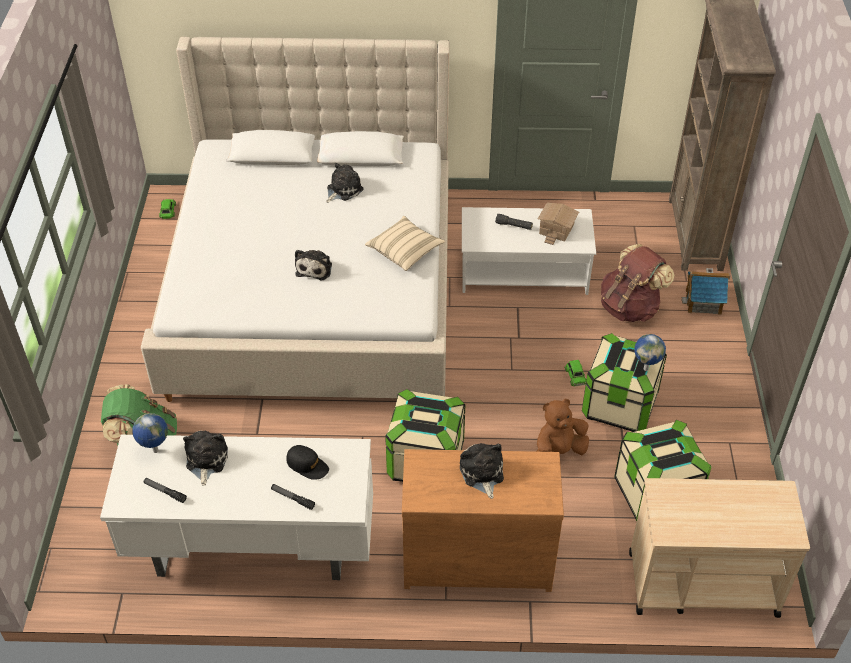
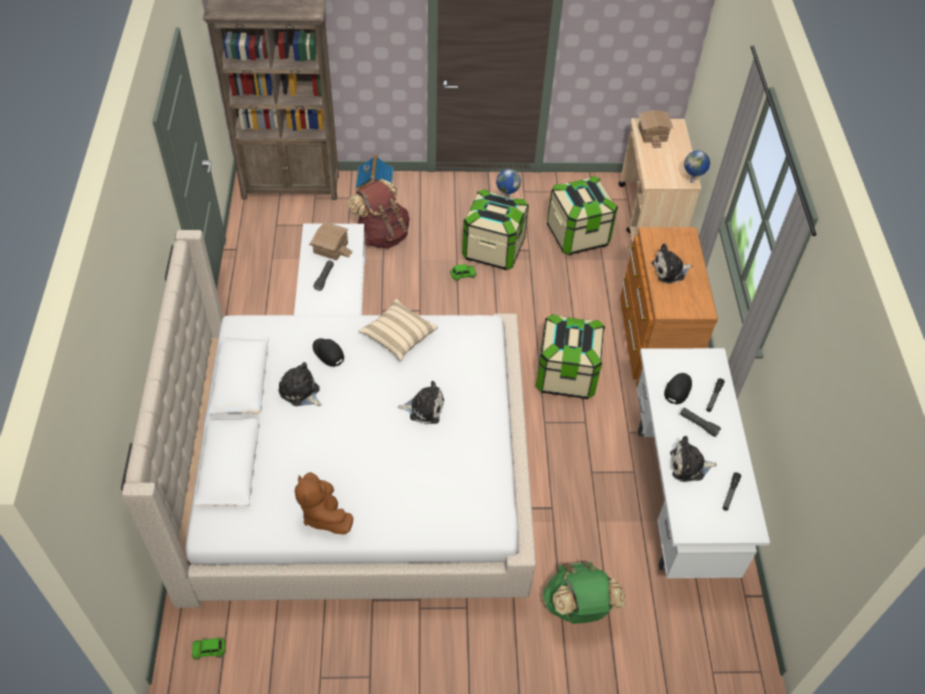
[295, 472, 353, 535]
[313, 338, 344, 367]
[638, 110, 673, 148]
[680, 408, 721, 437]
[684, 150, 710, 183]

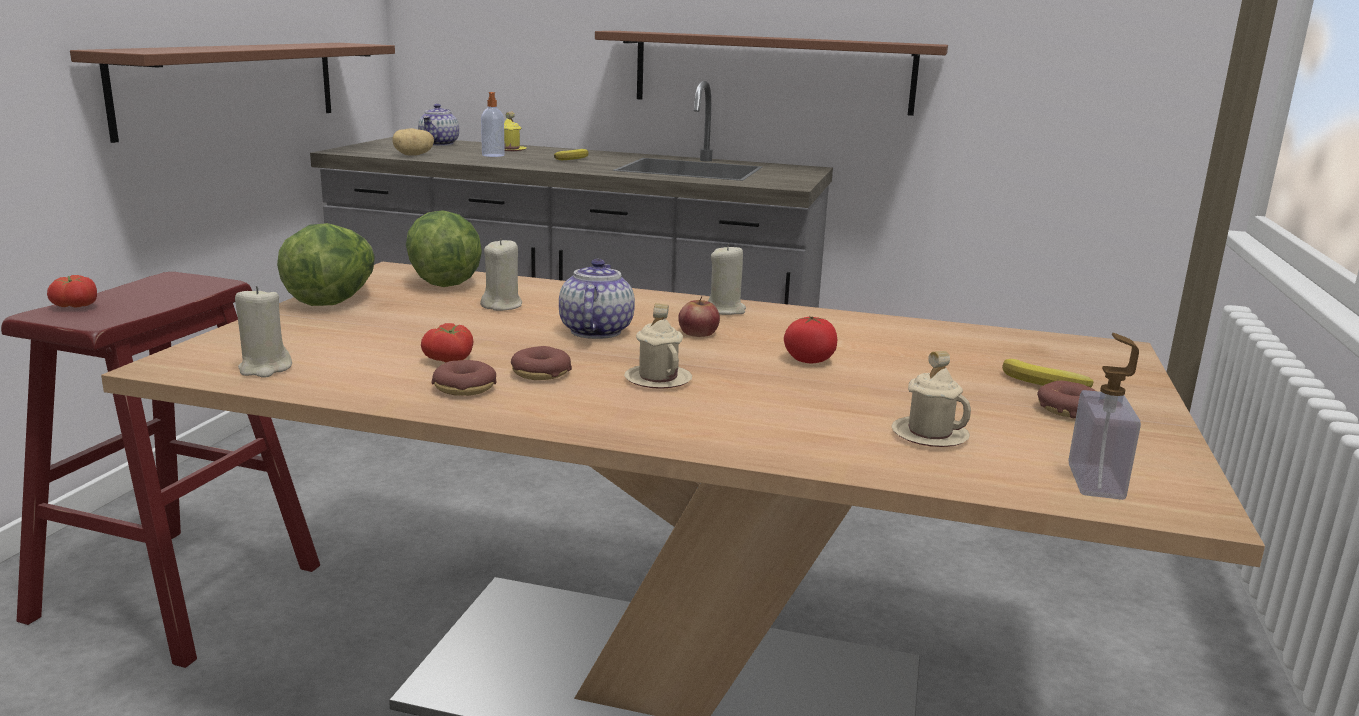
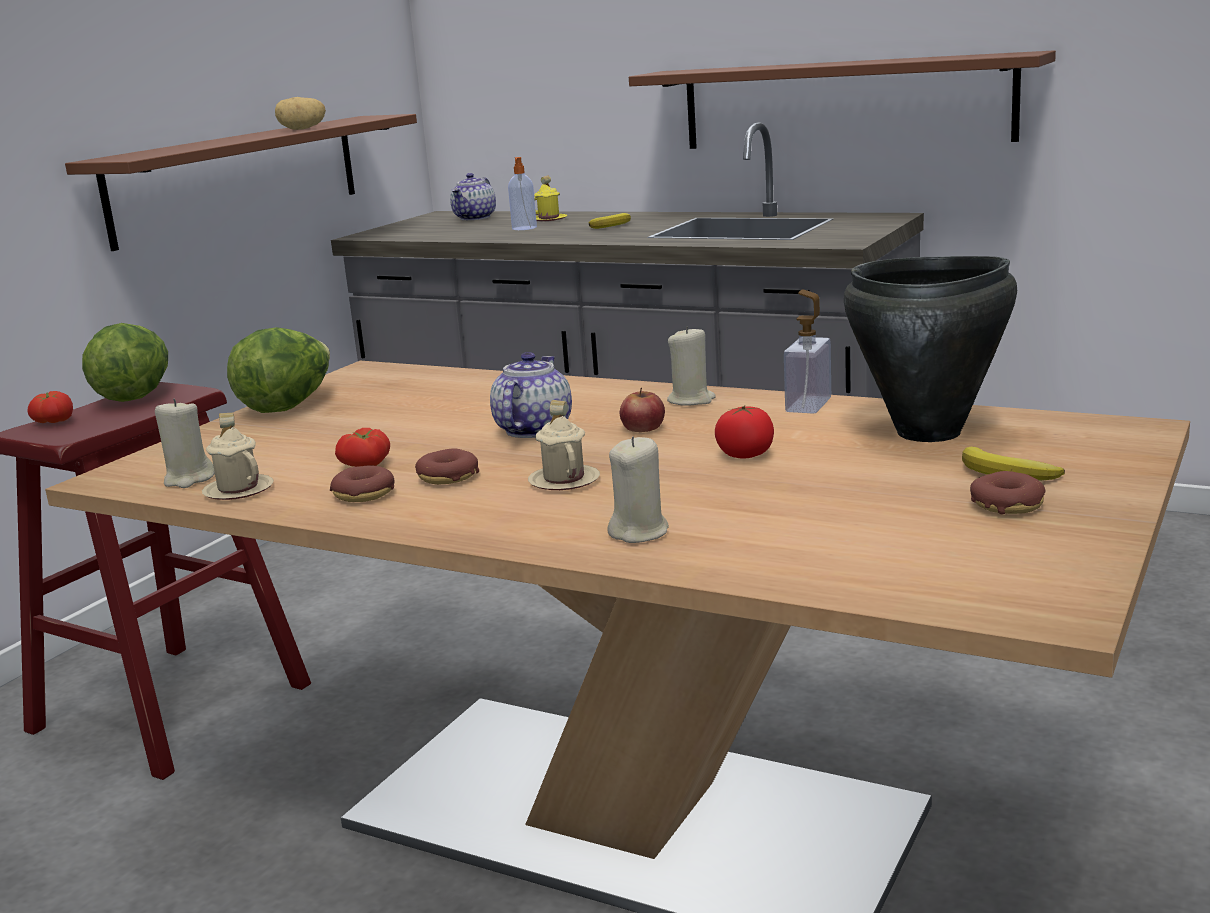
[82, 323, 168, 402]
[202, 413, 274, 500]
[275, 97, 326, 130]
[607, 436, 669, 543]
[784, 289, 831, 414]
[844, 256, 1017, 442]

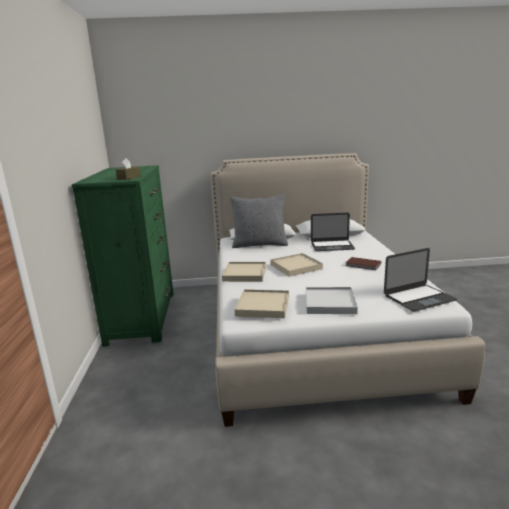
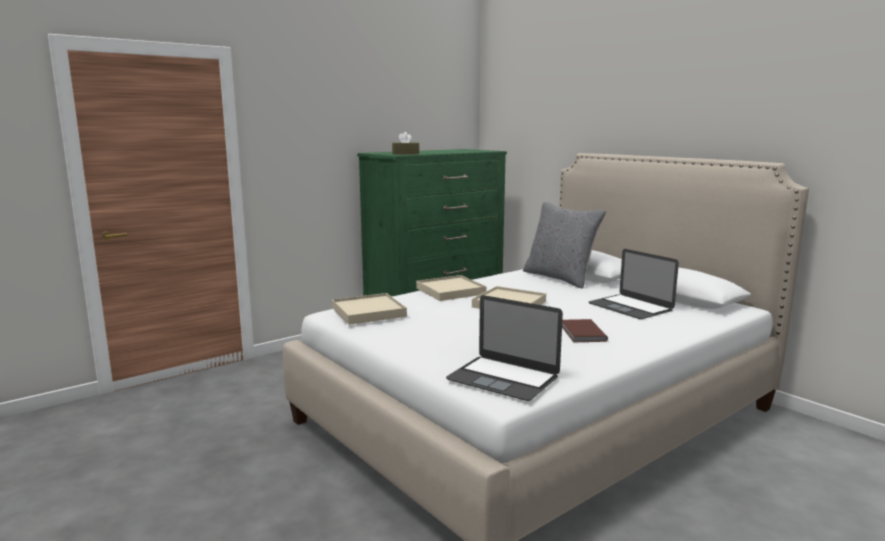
[306, 287, 358, 314] (first image)

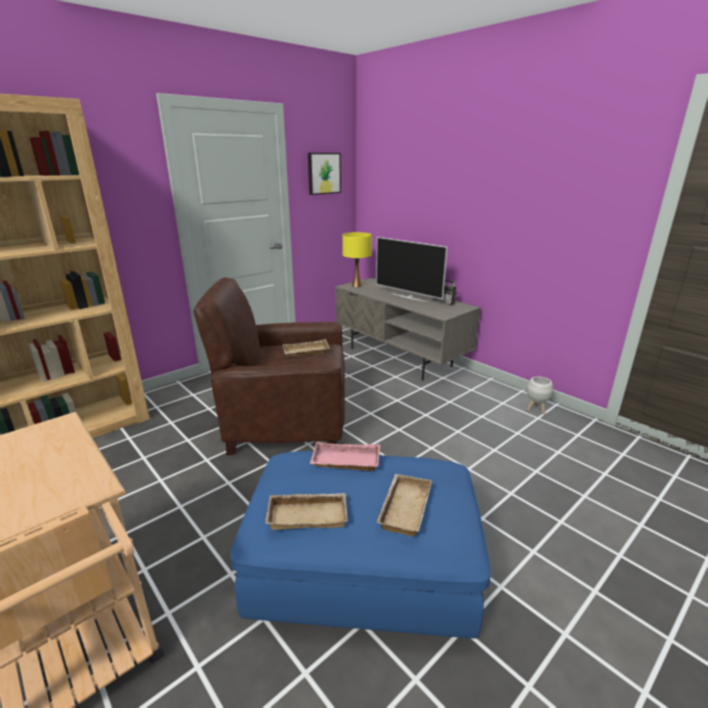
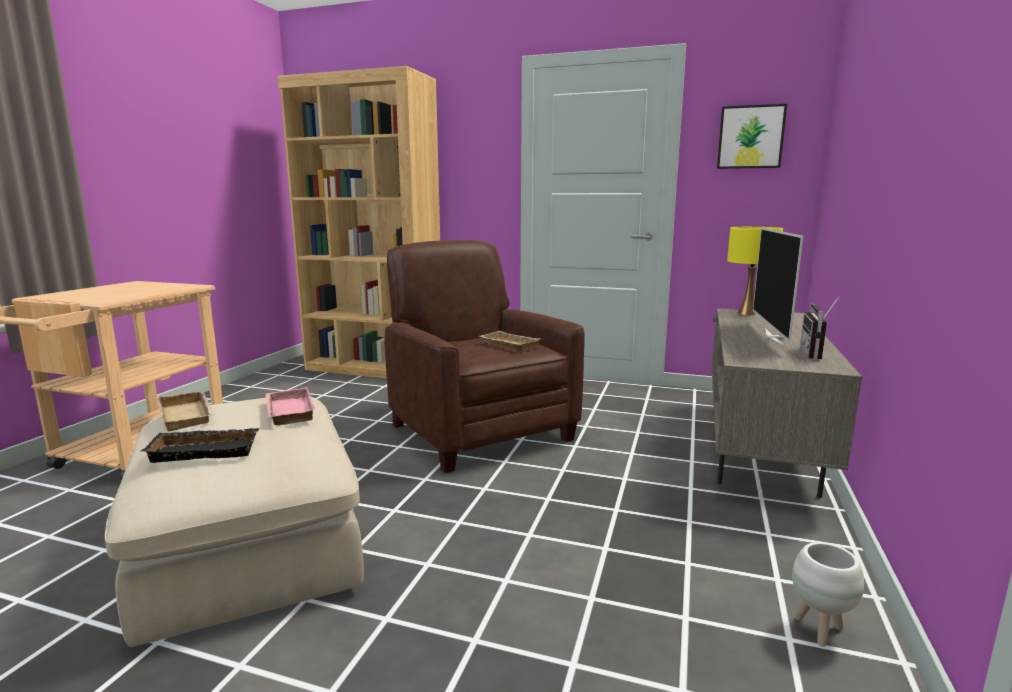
[105, 397, 364, 647]
[141, 428, 260, 463]

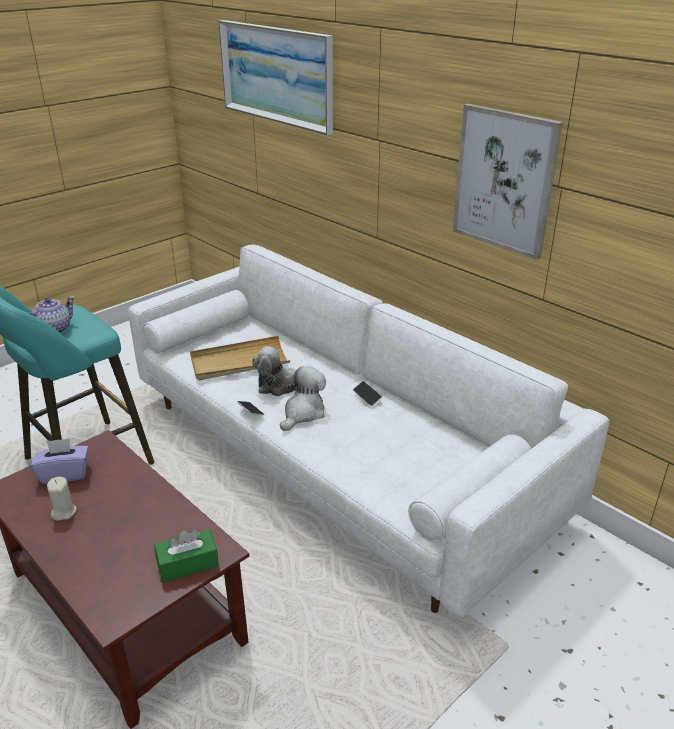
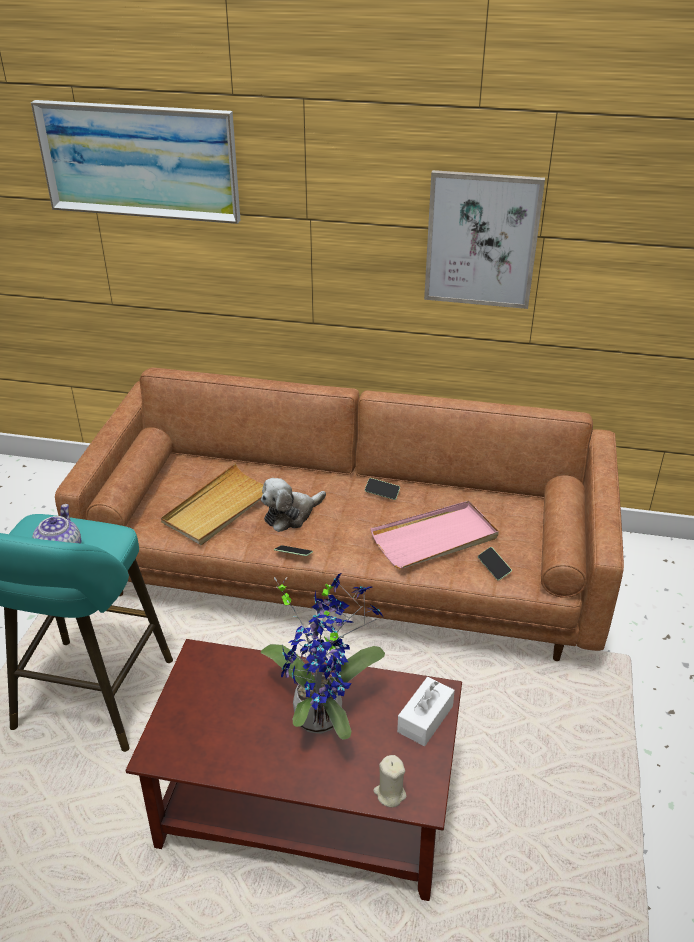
[55, 367, 624, 661]
[261, 573, 385, 740]
[370, 501, 499, 569]
[373, 755, 407, 807]
[397, 677, 455, 746]
[478, 547, 512, 581]
[31, 438, 89, 484] (first image)
[280, 366, 326, 431] (first image)

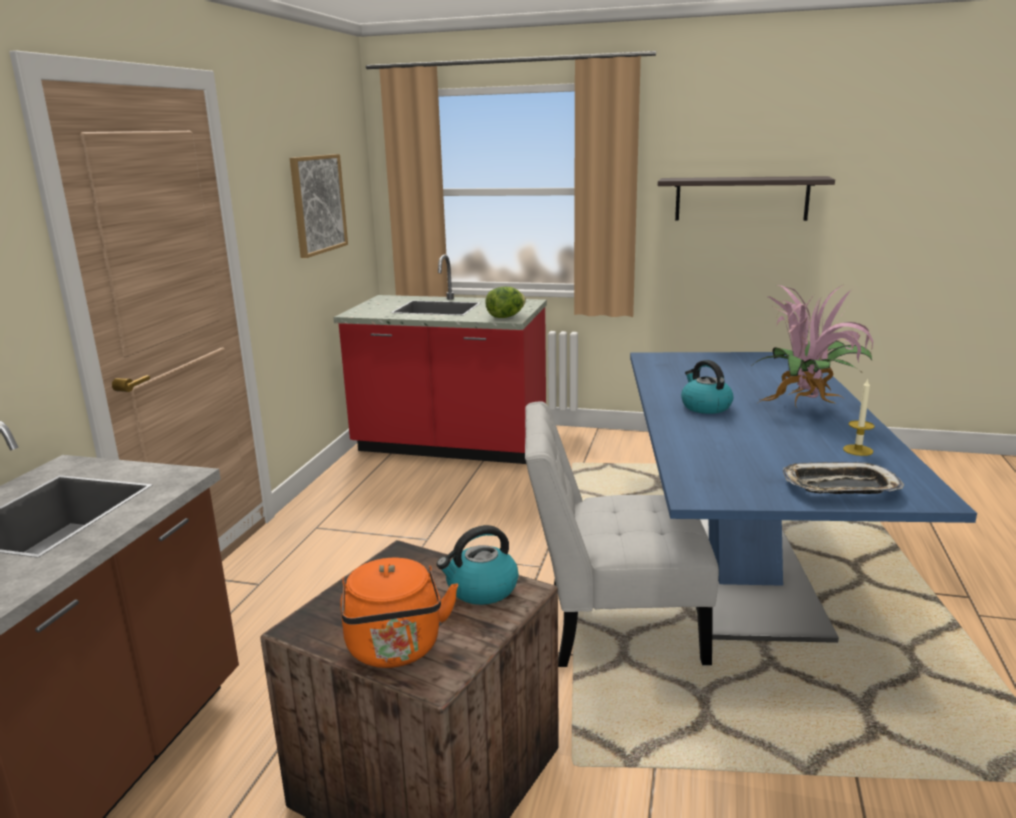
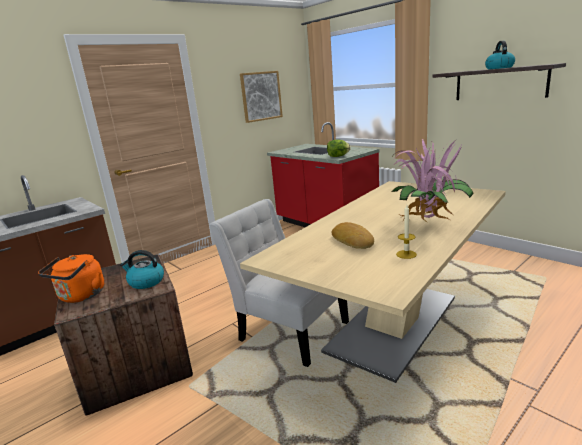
[240, 181, 506, 383]
[332, 222, 374, 249]
[485, 41, 515, 69]
[783, 462, 904, 494] (first image)

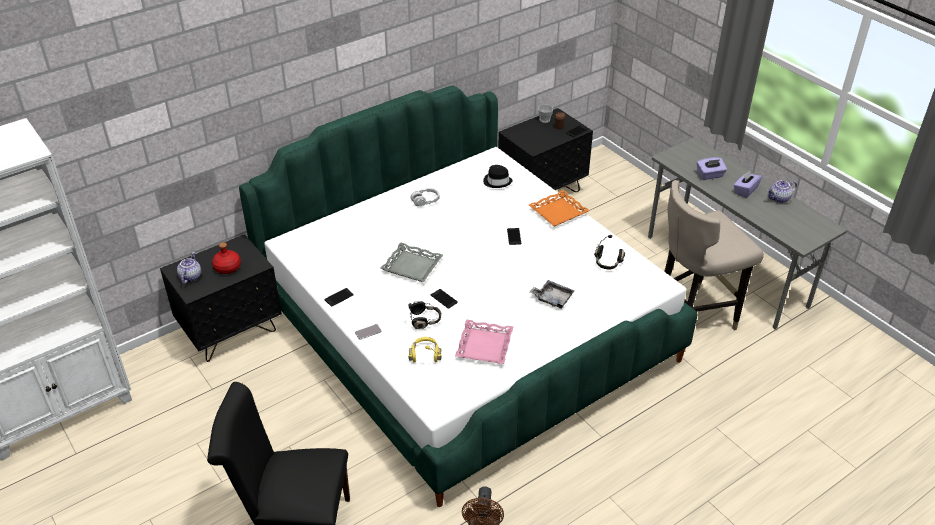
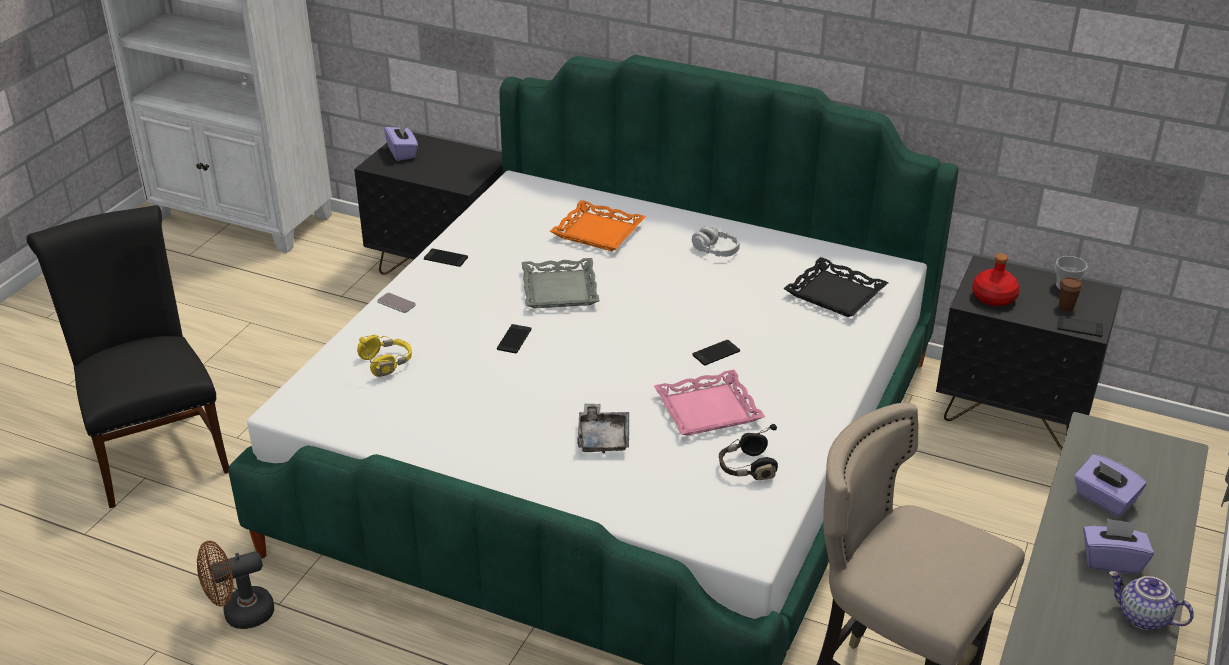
[384, 121, 418, 161]
[550, 200, 646, 251]
[654, 369, 765, 436]
[783, 257, 889, 317]
[972, 253, 1020, 306]
[408, 301, 441, 329] (first image)

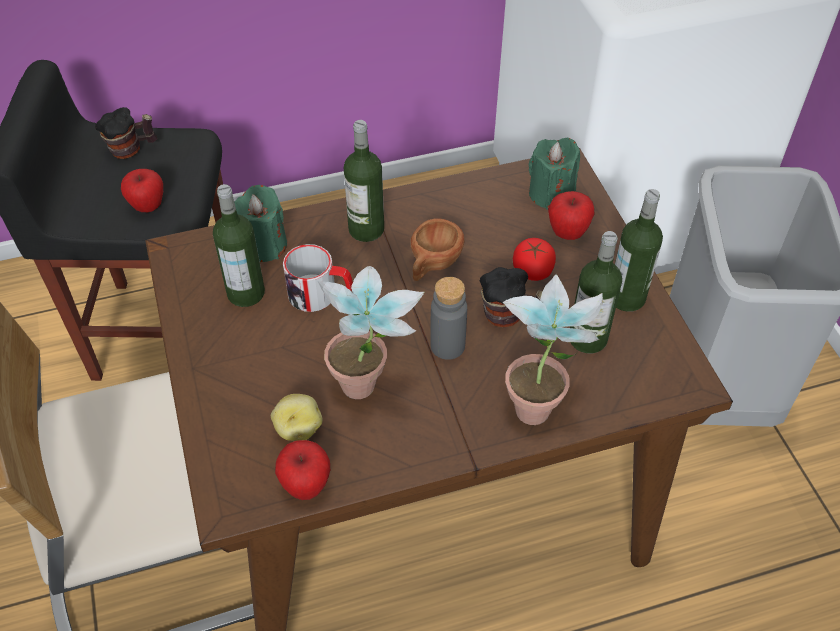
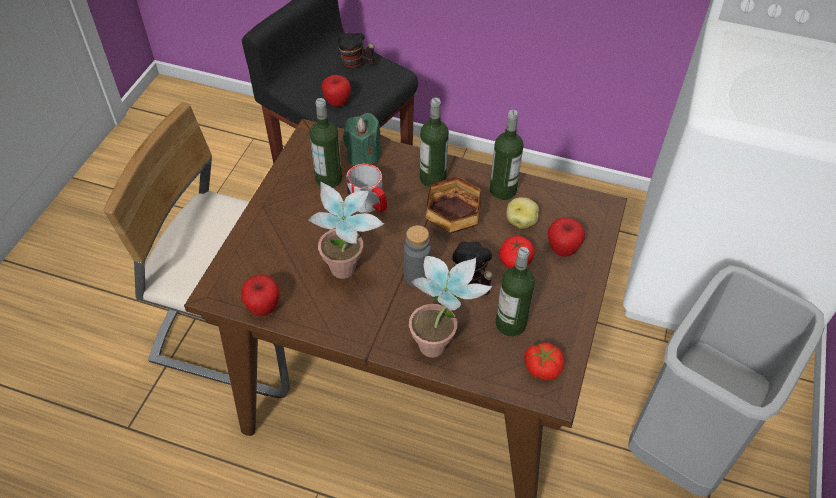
[425, 176, 481, 233]
[490, 110, 524, 200]
[506, 197, 539, 229]
[524, 342, 564, 380]
[528, 138, 580, 210] (first image)

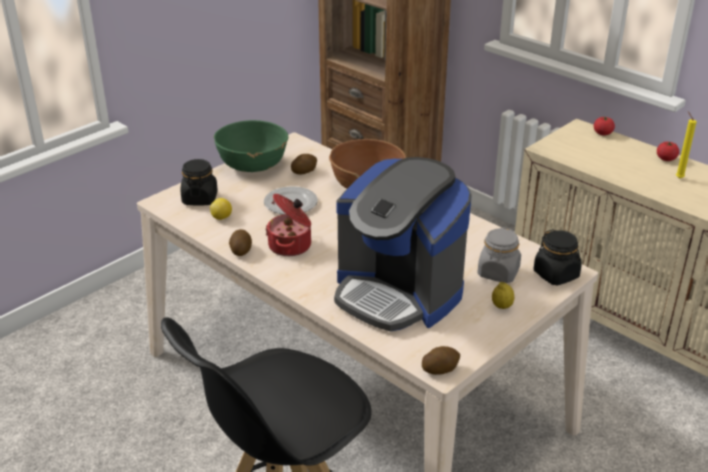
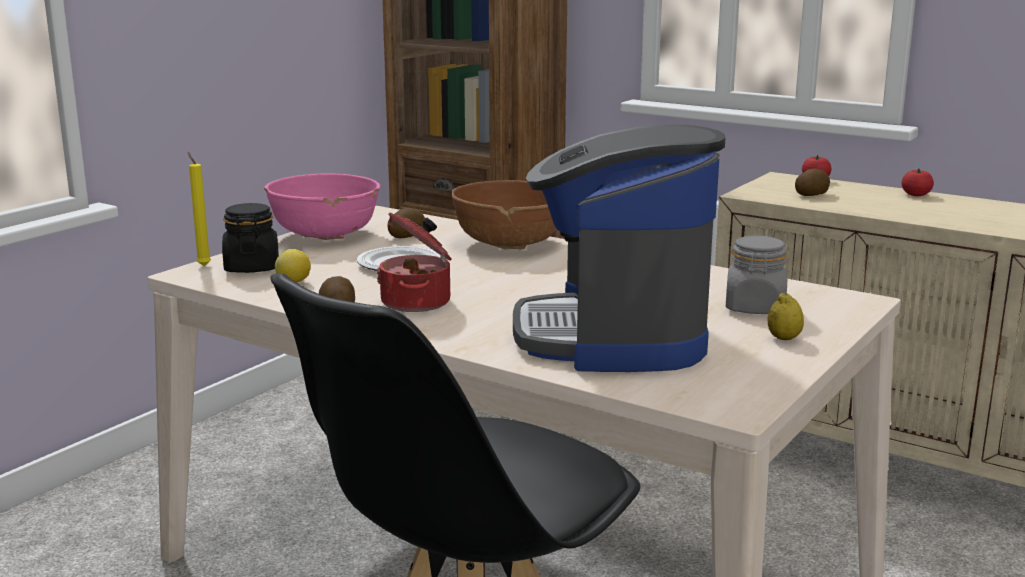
[188, 152, 211, 266]
[264, 173, 380, 240]
[513, 125, 725, 372]
[795, 169, 830, 196]
[534, 229, 582, 286] (first image)

